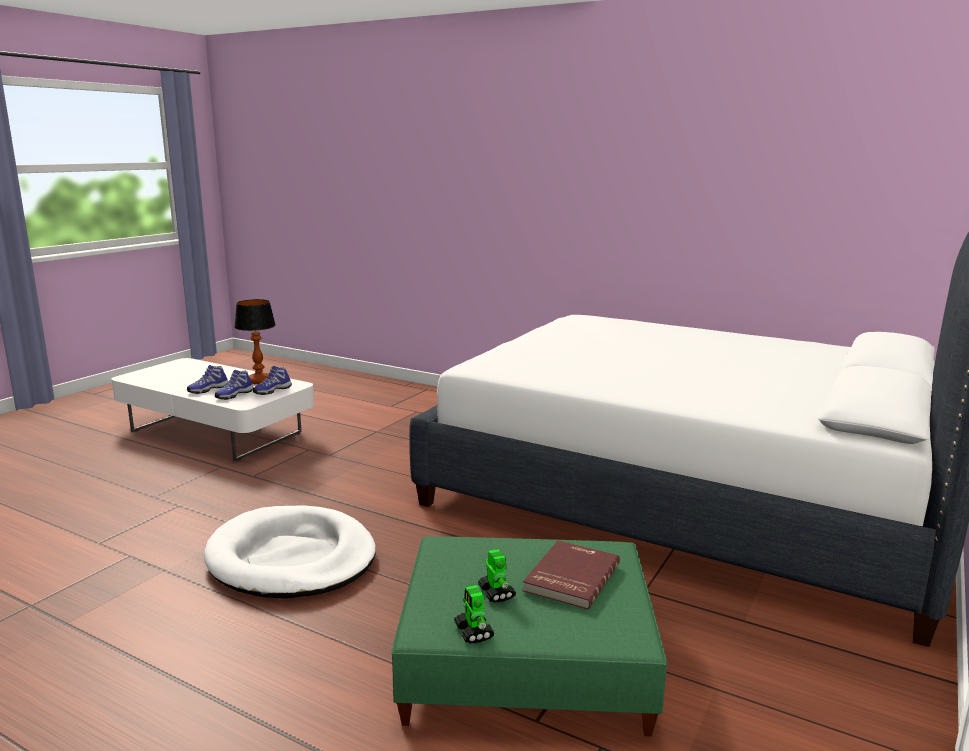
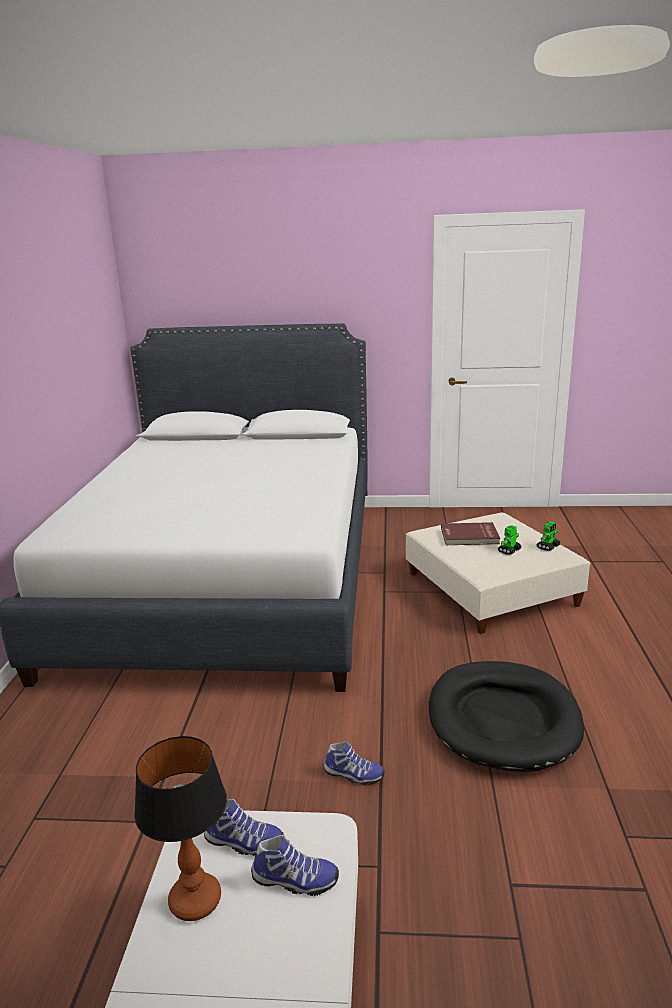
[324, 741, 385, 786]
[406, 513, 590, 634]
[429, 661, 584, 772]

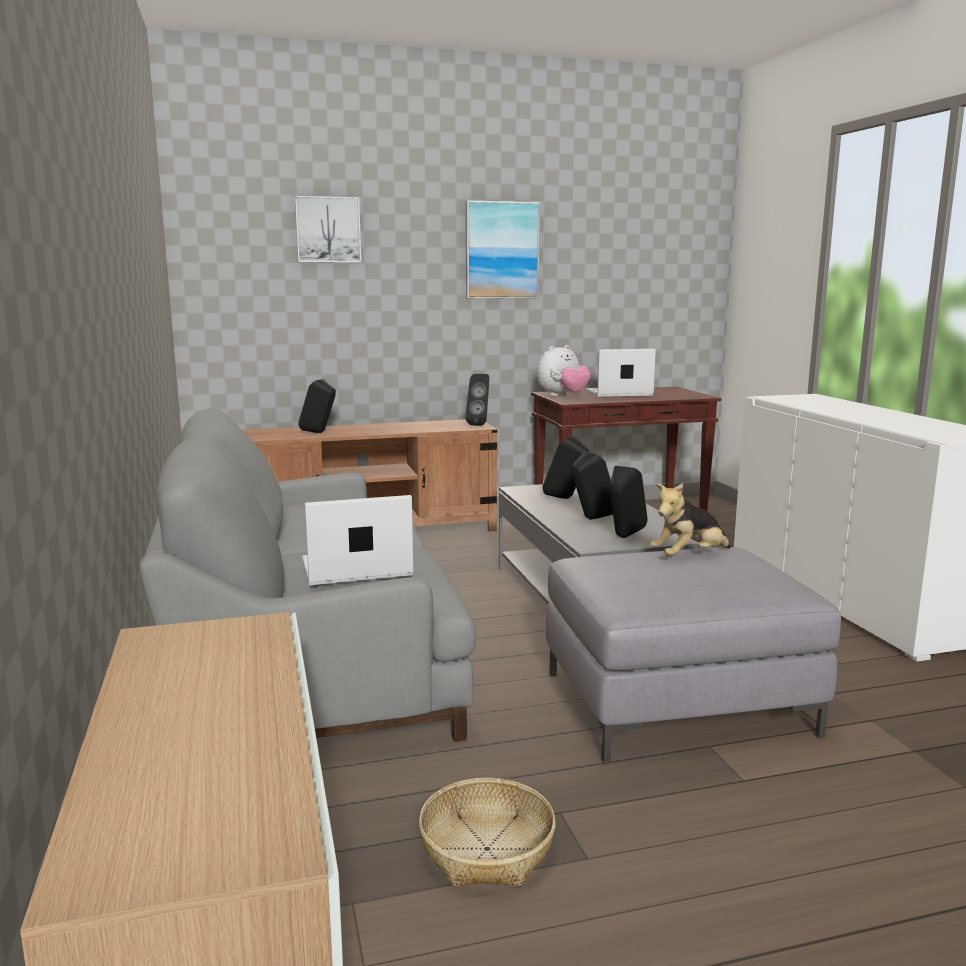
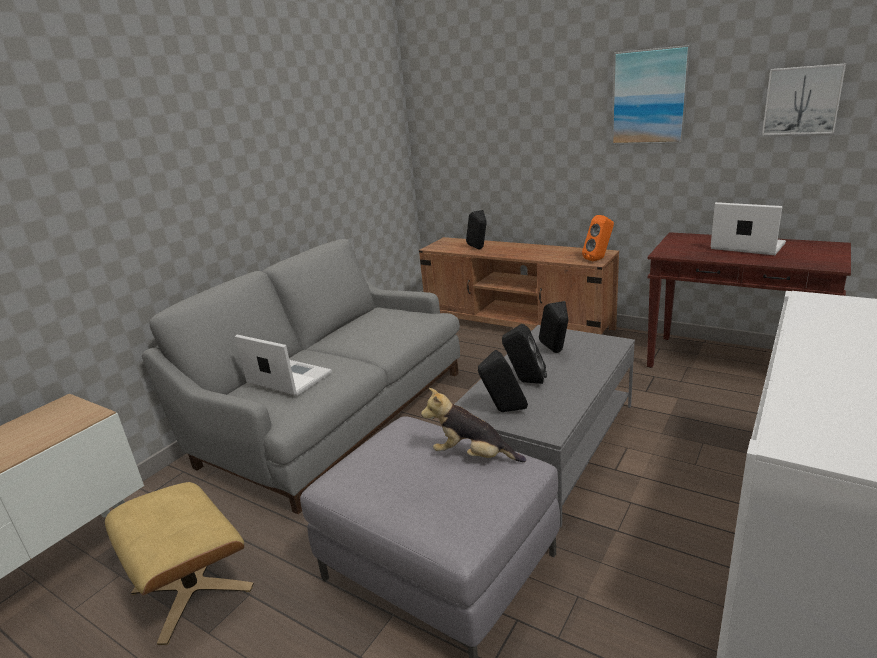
[105, 482, 254, 645]
[582, 215, 614, 261]
[762, 63, 846, 135]
[537, 345, 591, 397] (first image)

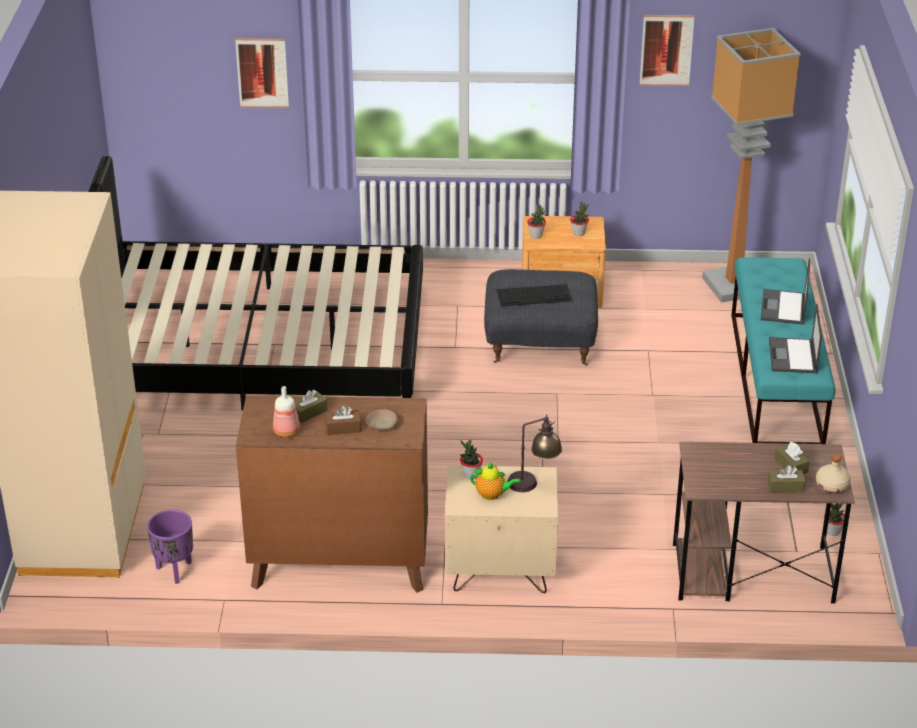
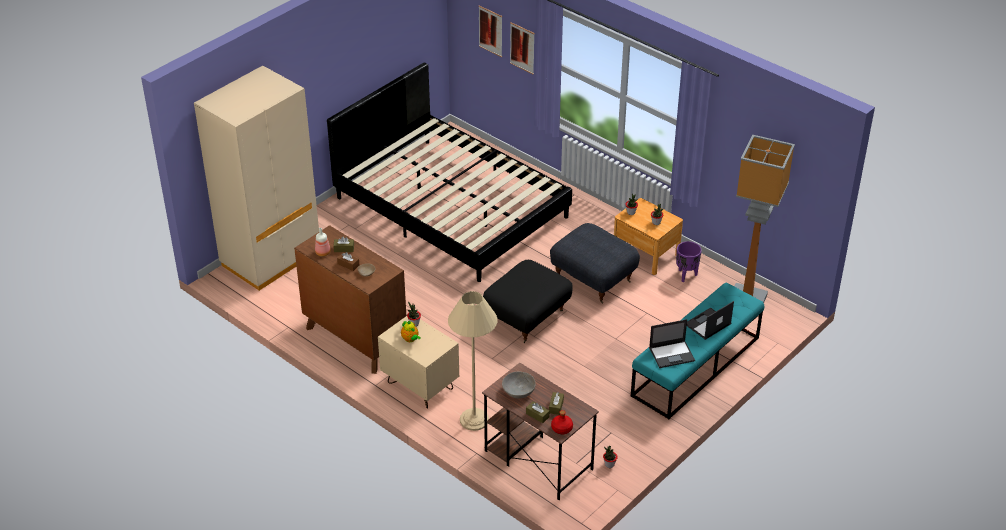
[448, 291, 498, 431]
[478, 6, 502, 57]
[483, 260, 573, 343]
[502, 372, 536, 398]
[551, 410, 573, 434]
[649, 319, 695, 368]
[676, 241, 702, 282]
[496, 284, 572, 306] (first image)
[508, 414, 562, 492] (first image)

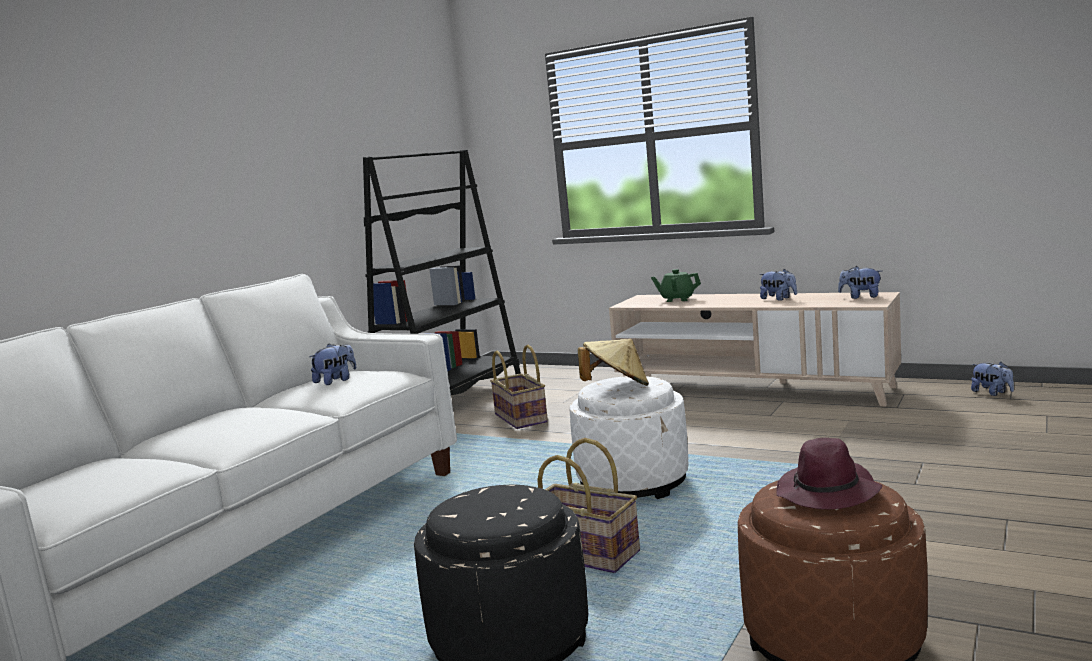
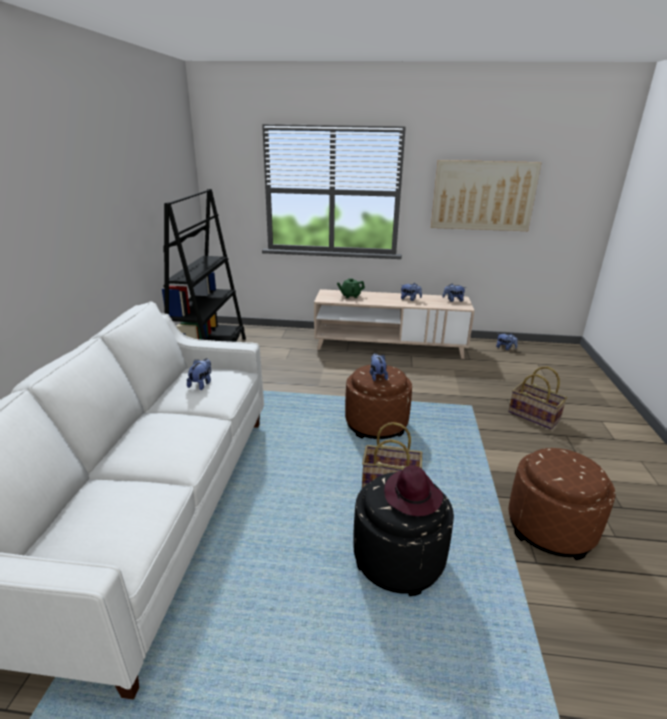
[345, 365, 412, 439]
[370, 353, 388, 381]
[384, 466, 443, 516]
[431, 160, 542, 231]
[508, 366, 567, 429]

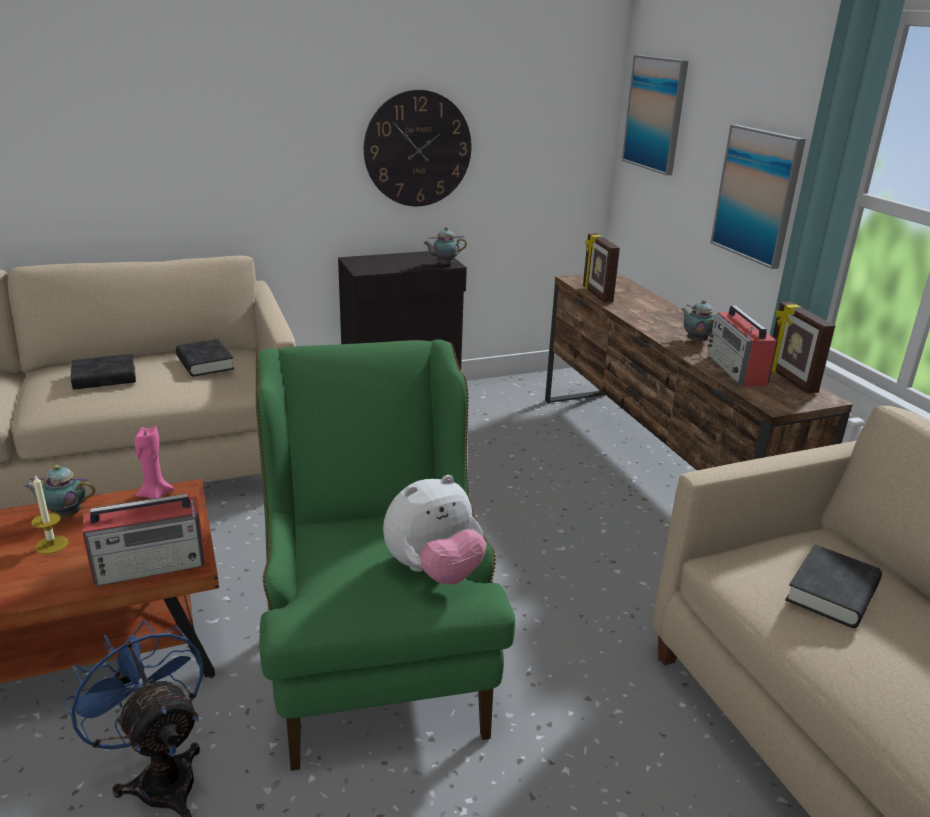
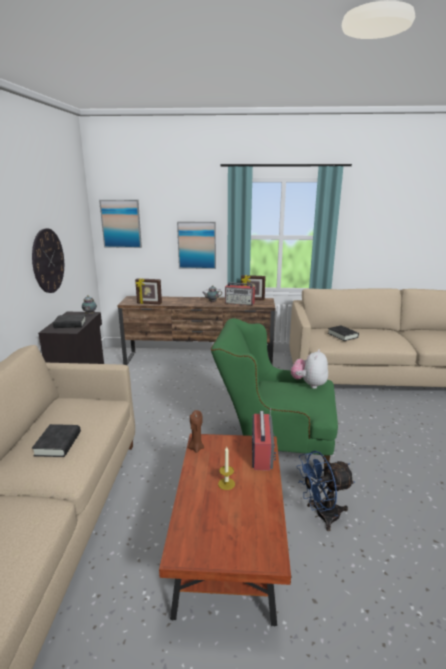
[53, 315, 86, 328]
[188, 410, 204, 453]
[291, 349, 328, 389]
[24, 465, 95, 517] (first image)

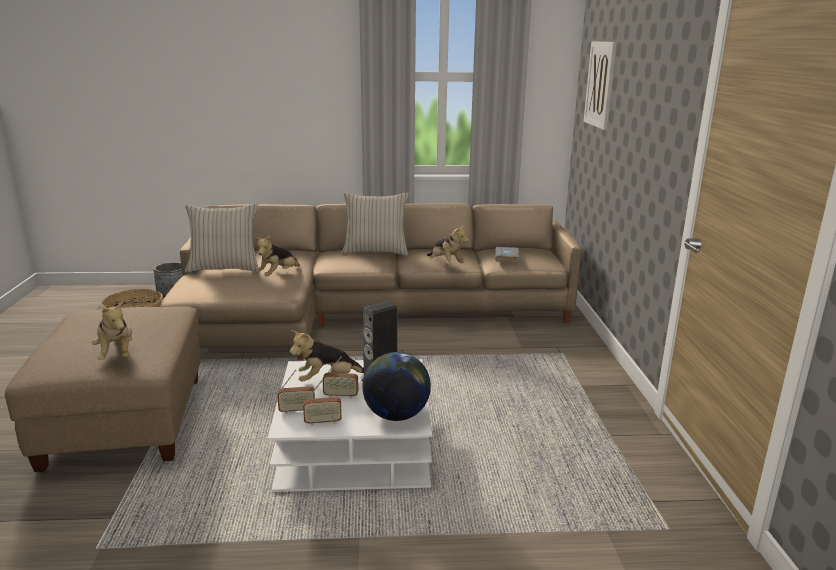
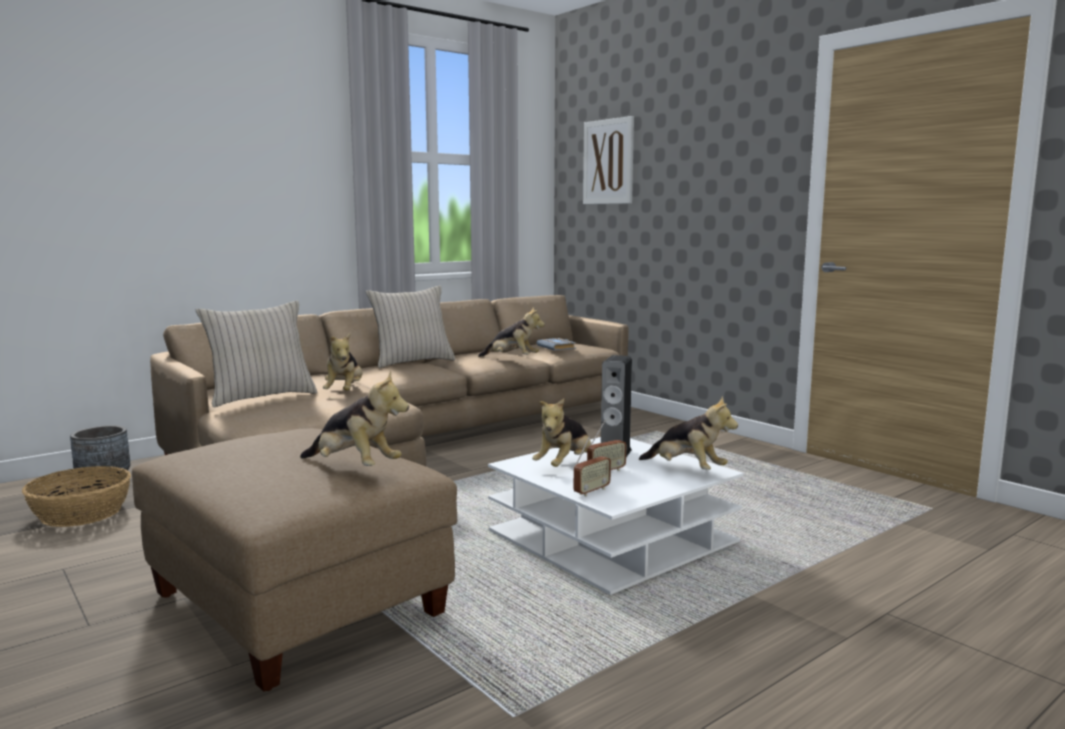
[639, 396, 738, 470]
[303, 380, 342, 426] (first image)

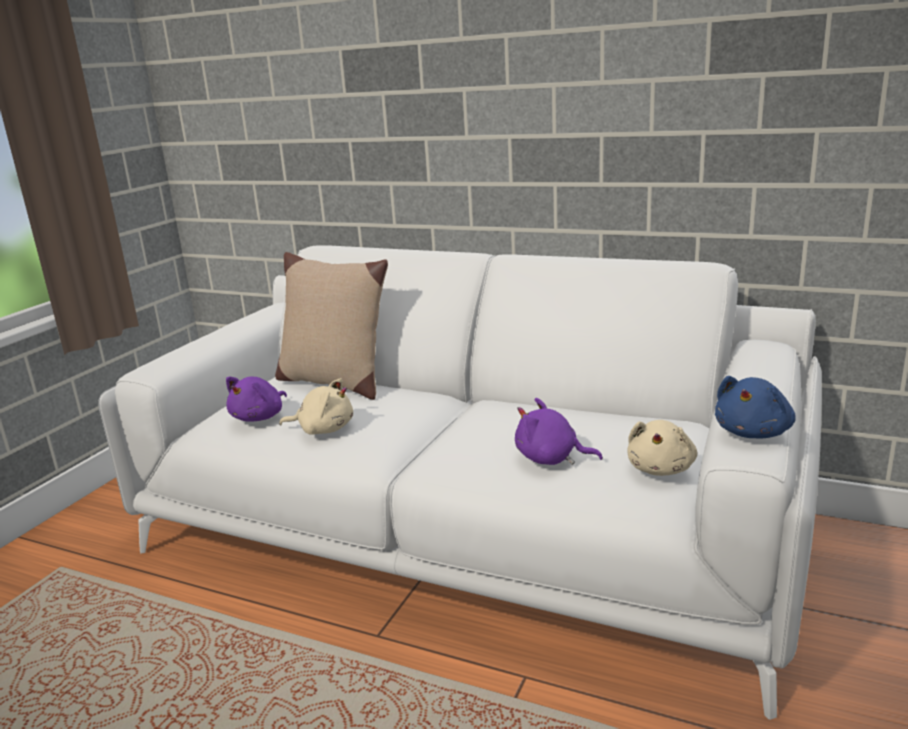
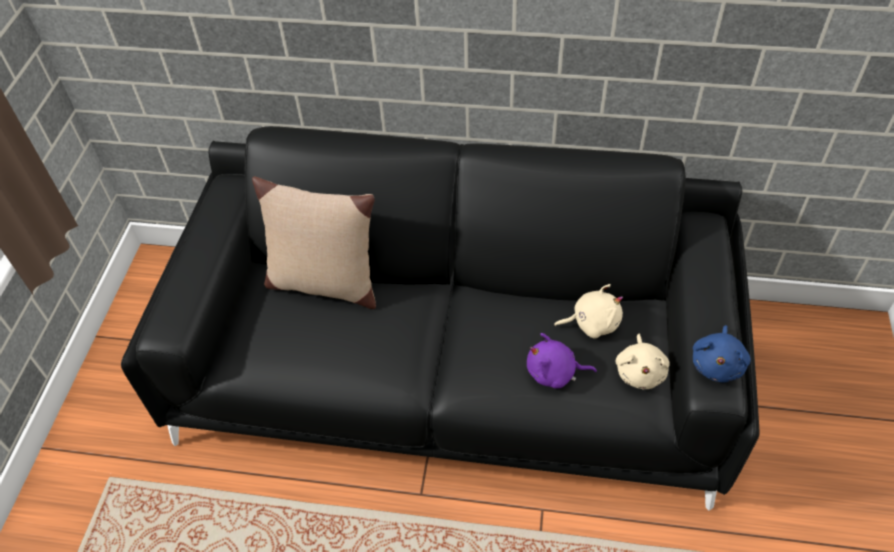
[121, 126, 760, 511]
[554, 284, 623, 338]
[226, 376, 287, 422] (first image)

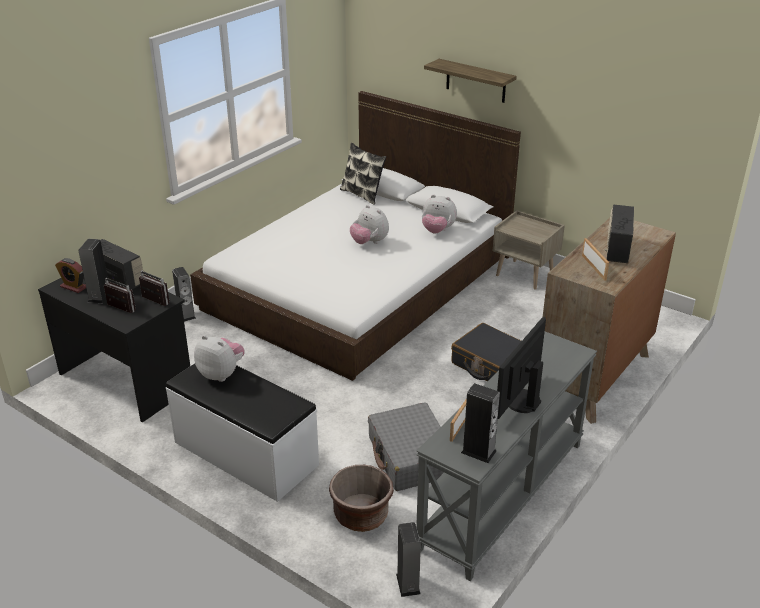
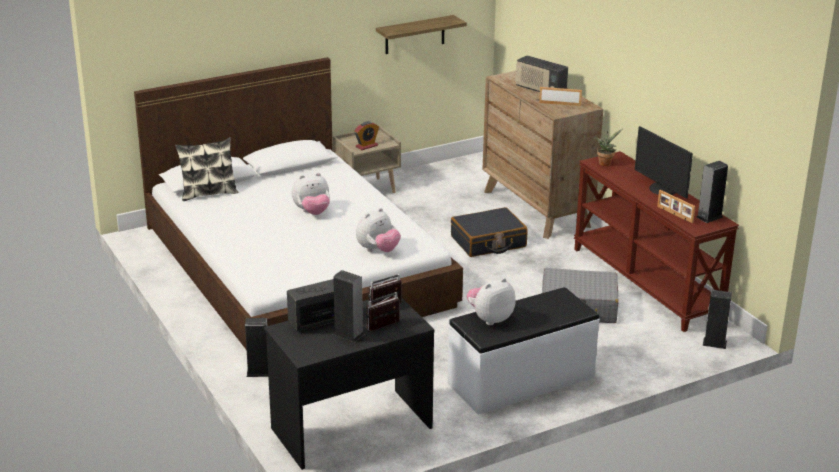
[354, 121, 379, 150]
[356, 208, 401, 252]
[376, 15, 467, 54]
[574, 151, 739, 332]
[594, 129, 622, 166]
[329, 465, 394, 532] (first image)

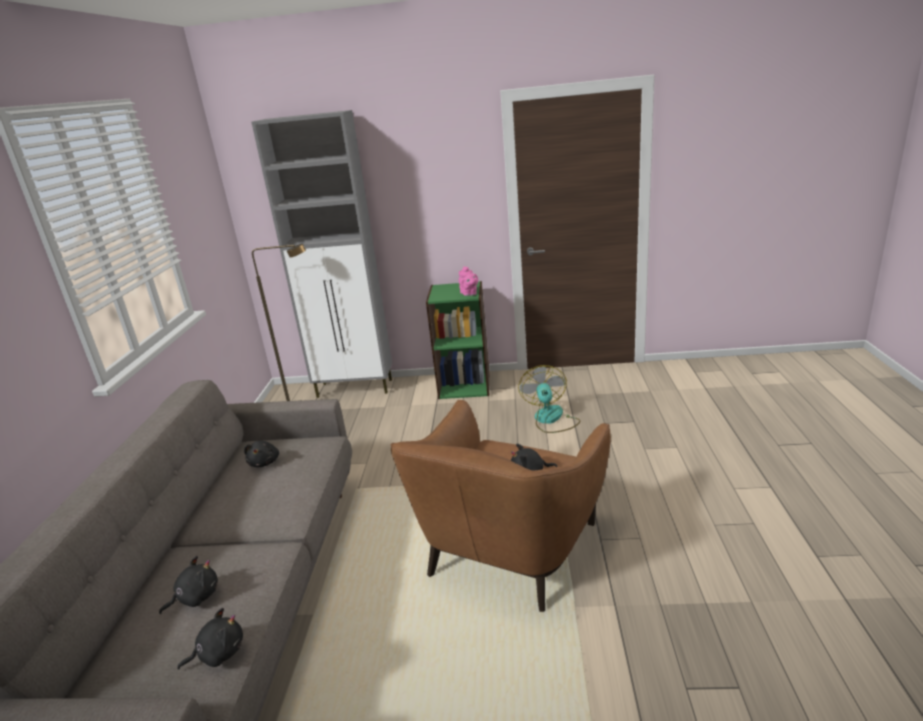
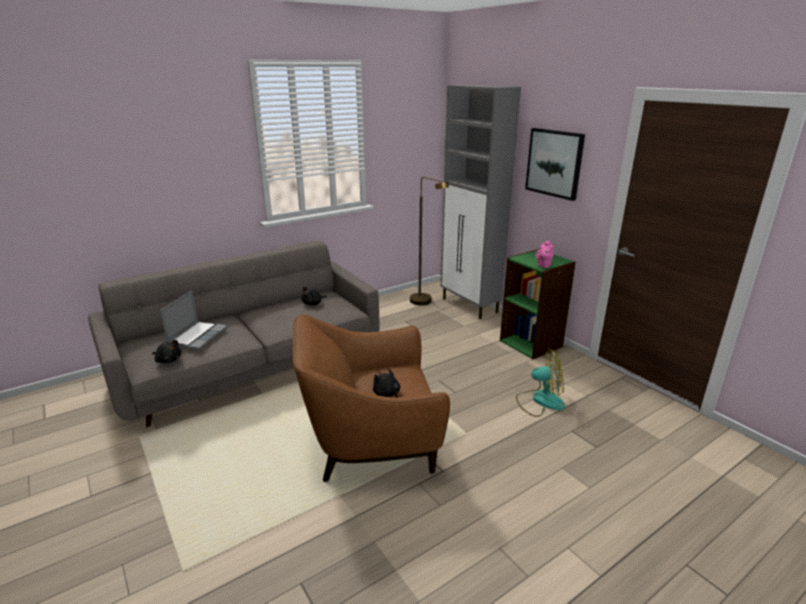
[160, 290, 228, 350]
[516, 349, 565, 417]
[525, 128, 585, 201]

